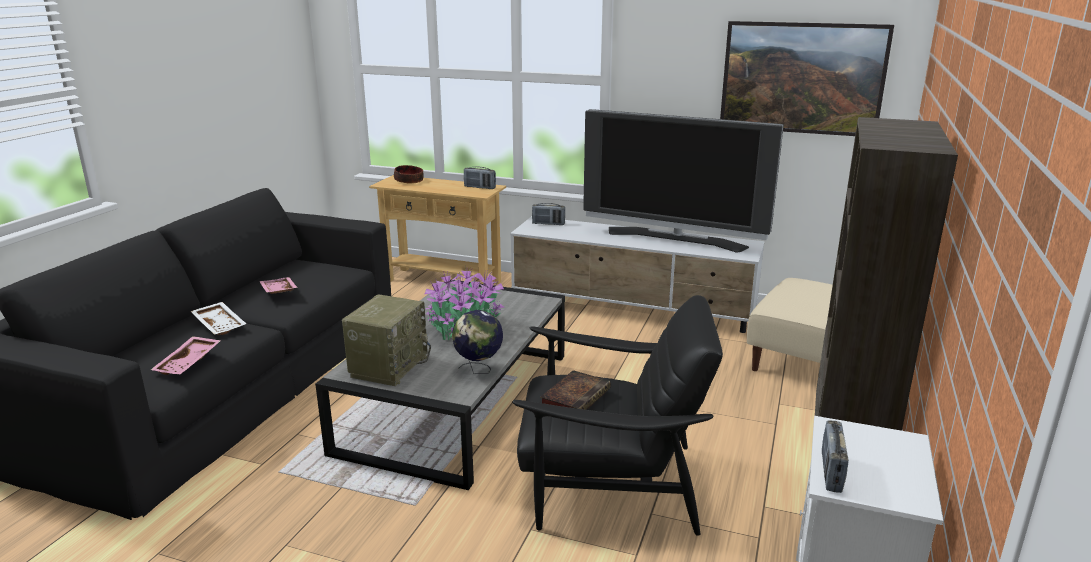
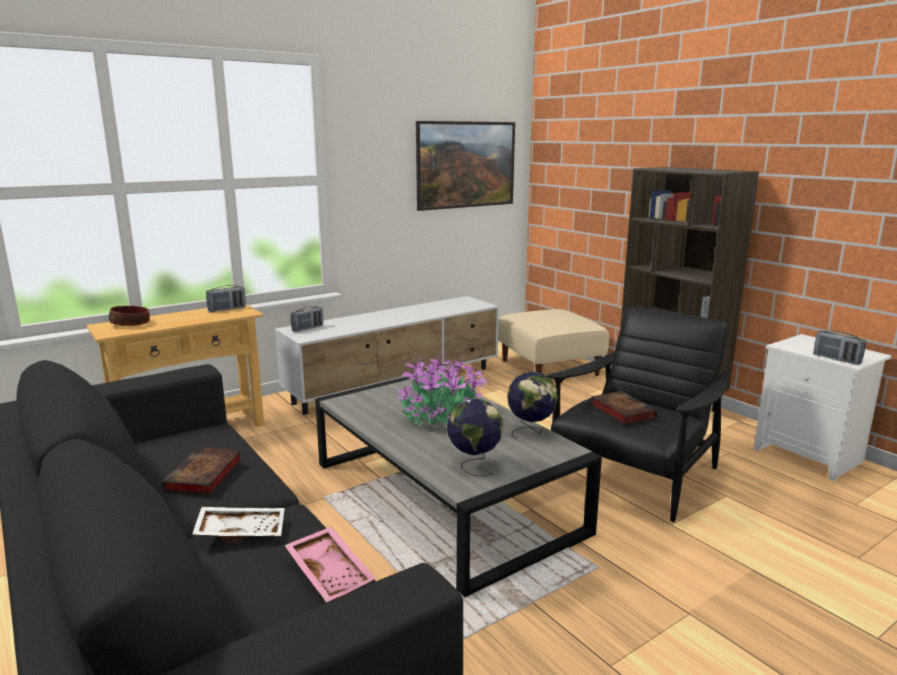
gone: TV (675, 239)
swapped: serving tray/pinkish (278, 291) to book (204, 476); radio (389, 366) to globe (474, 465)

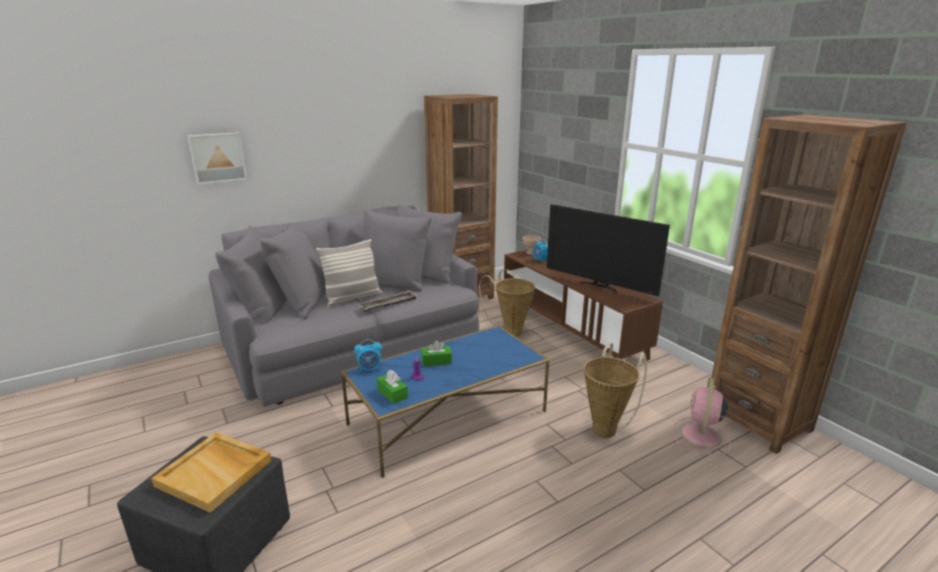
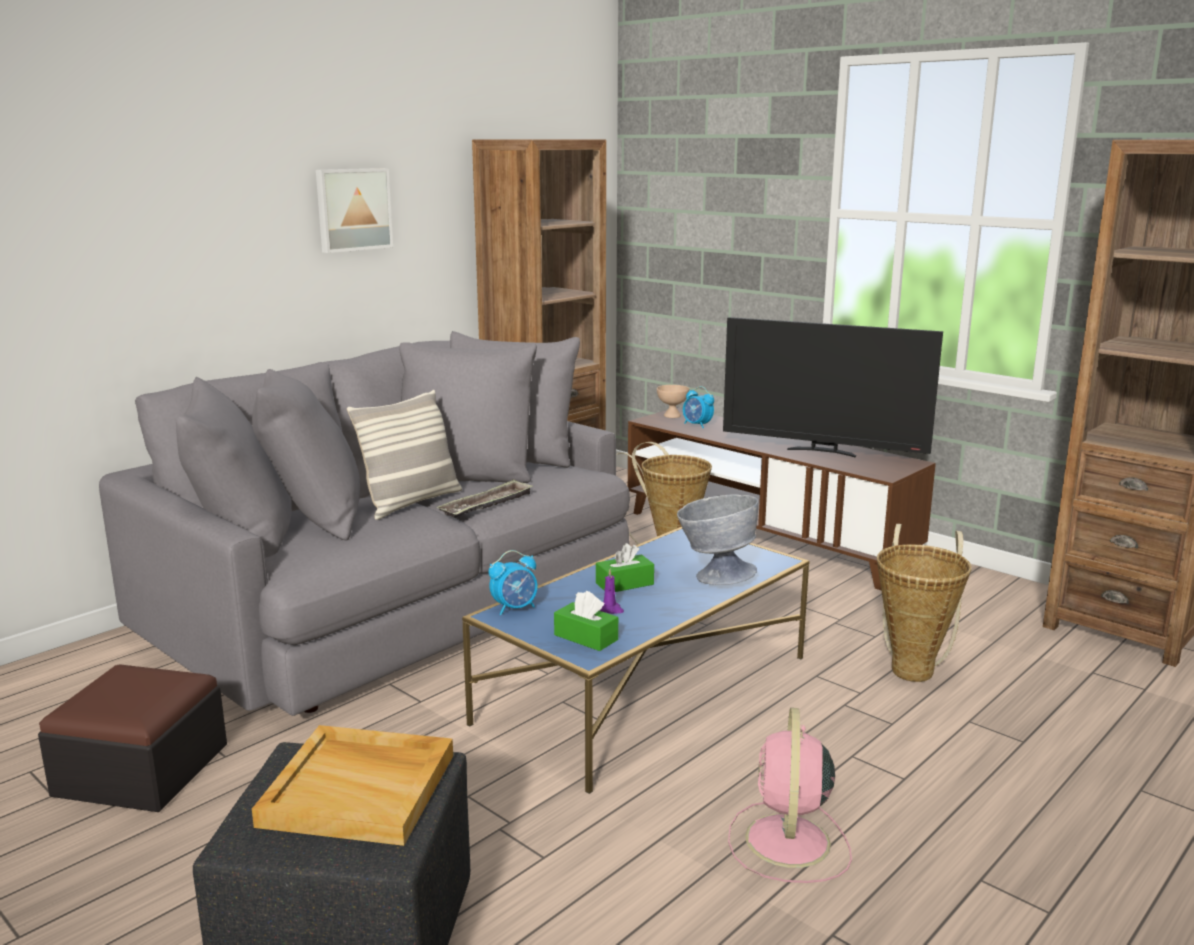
new: pouffe (142, 770); serving bowl/gray (715, 576)
shifted: picture (217, 157) to (352, 209); electric fan/pinkish (700, 436) to (787, 843)

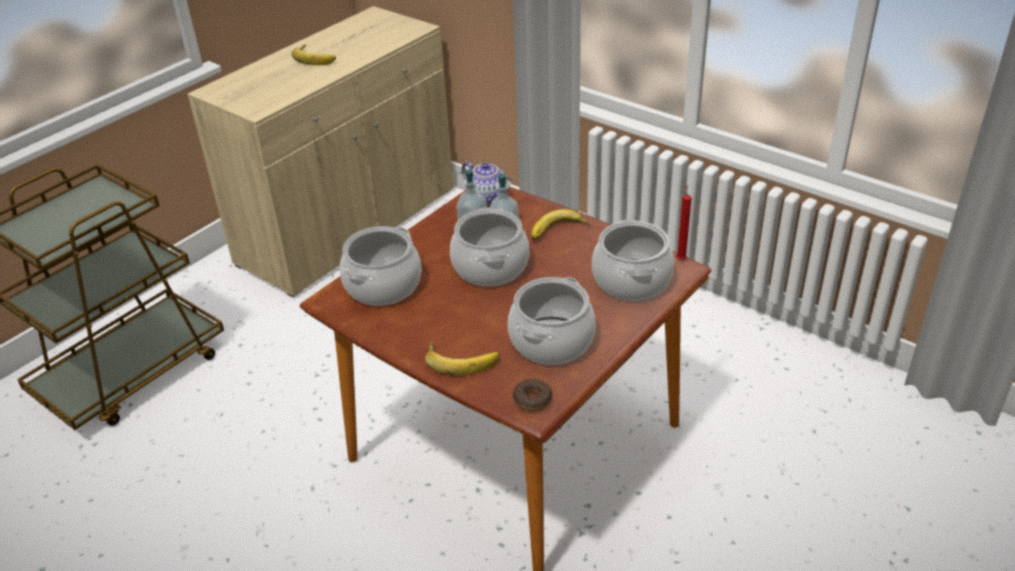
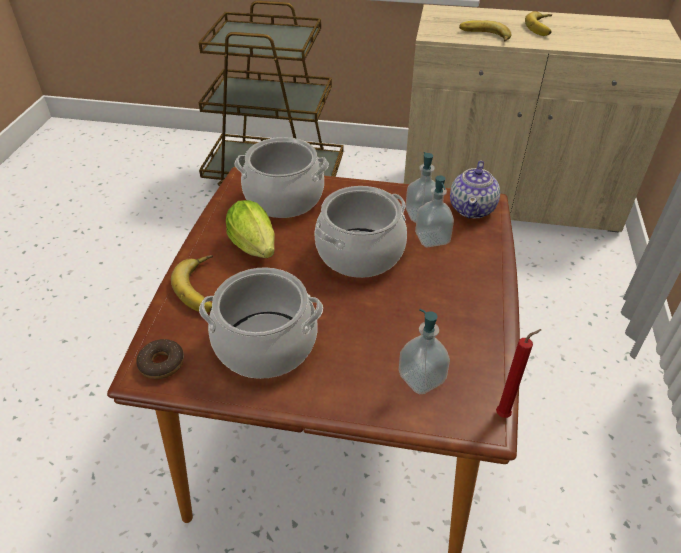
new: lettuce head (256, 249)
shifted: banana (558, 231) to (484, 36)
swapped: cooking pot (632, 280) to soap dispenser (421, 378)

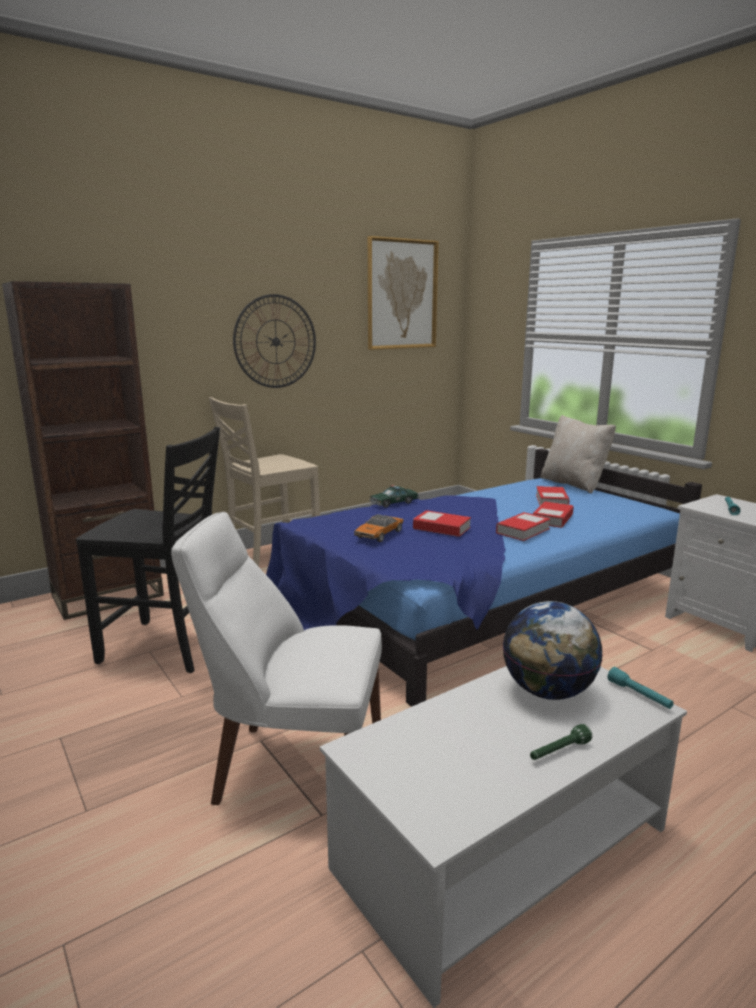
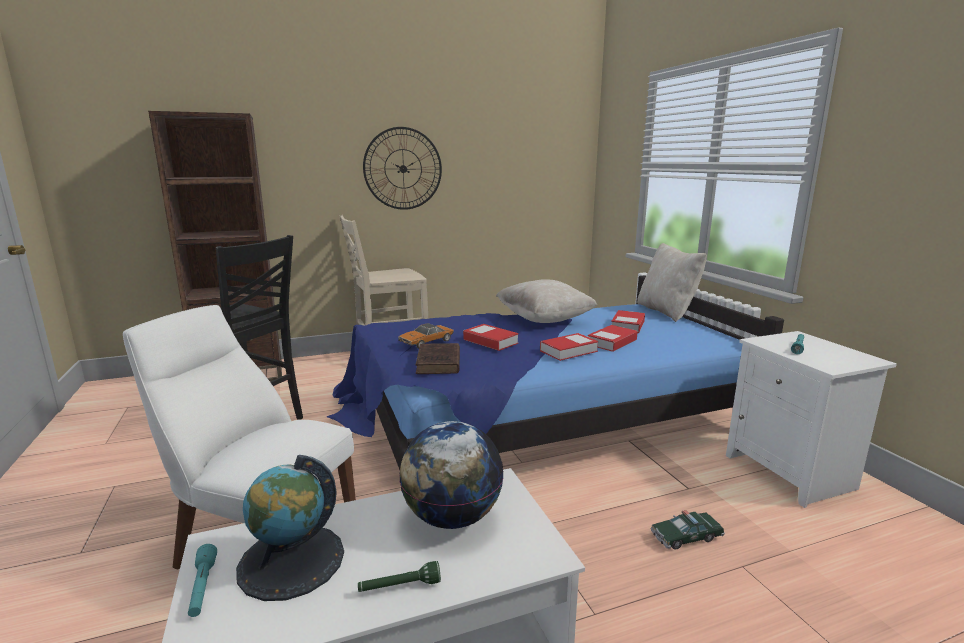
gone: picture (402, 294)
new: globe (291, 561); book/brown (438, 363); pillow/beige-coloured (544, 319)
shifted: toy car (394, 503) to (686, 537); flashlight/turquoise-coloured (639, 695) to (202, 587)

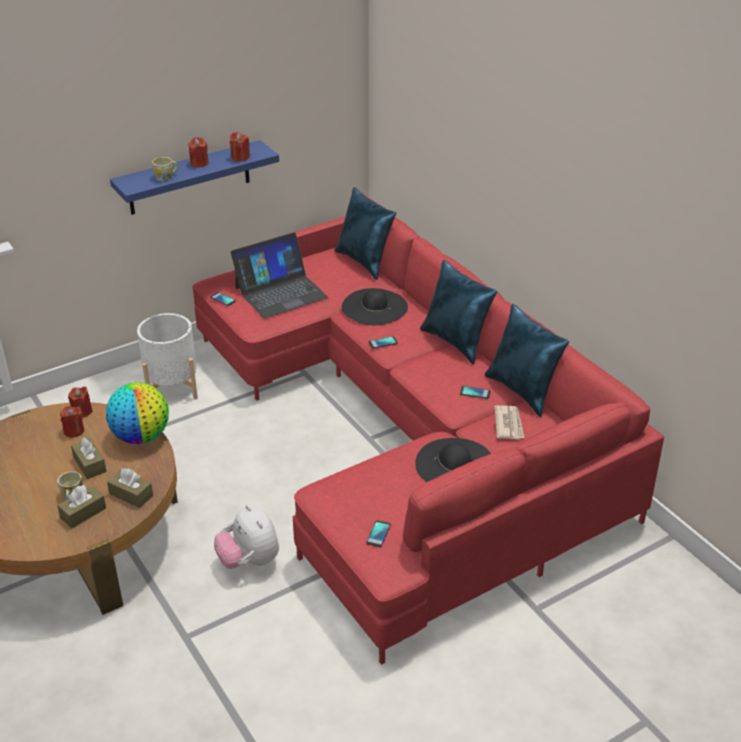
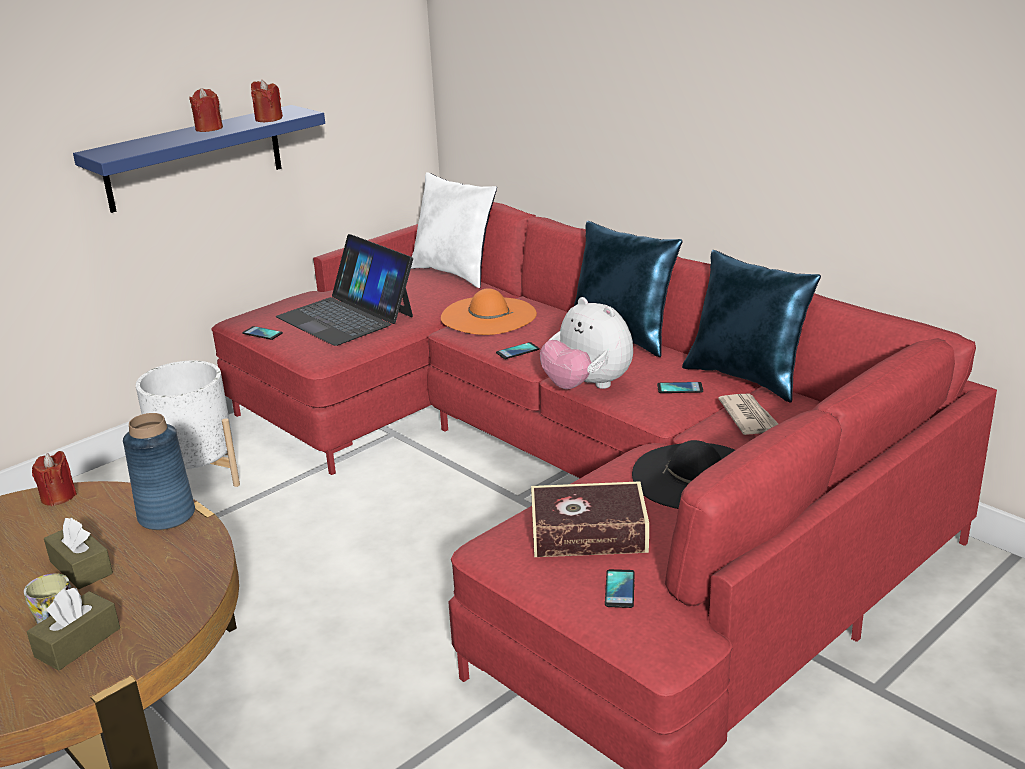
gone: wax candle/reddish (74, 431); box of tissues/brown (131, 495); coffee mug (166, 176)
new: book (588, 533)
shifted: cuddly toy (249, 561) to (587, 386)
swapped: globe (141, 436) to decorative vase/blue-coloured (167, 515)
repainted: pillow/blue-coloured (365, 262) to pillow/white (455, 273); clothing hat/black-coloured (374, 307) to clothing hat/orange-coloured (488, 316)
rotated: notebook computer (280, 292) = (346, 316) 90 degrees clockwise

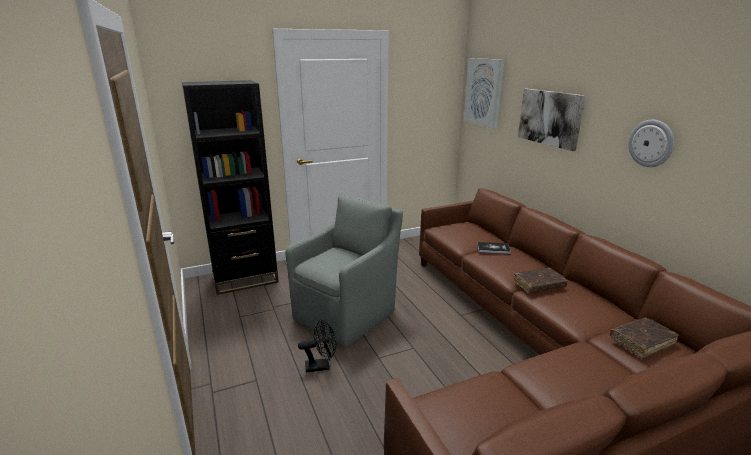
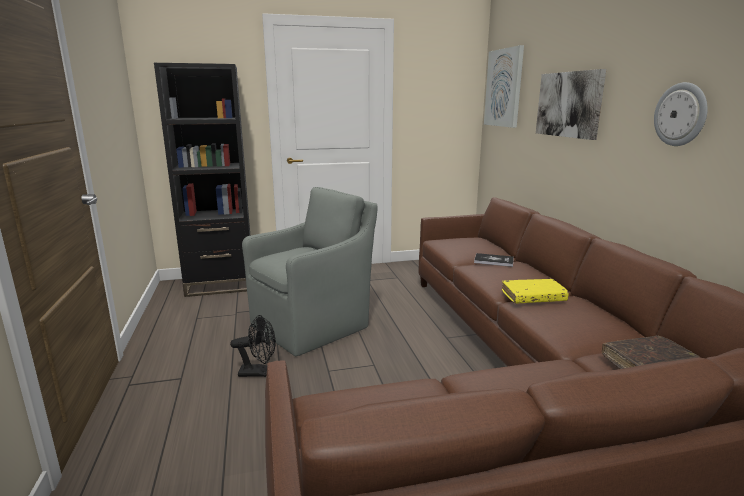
repainted: book/brown (539, 285) to book/yellowish (533, 297)

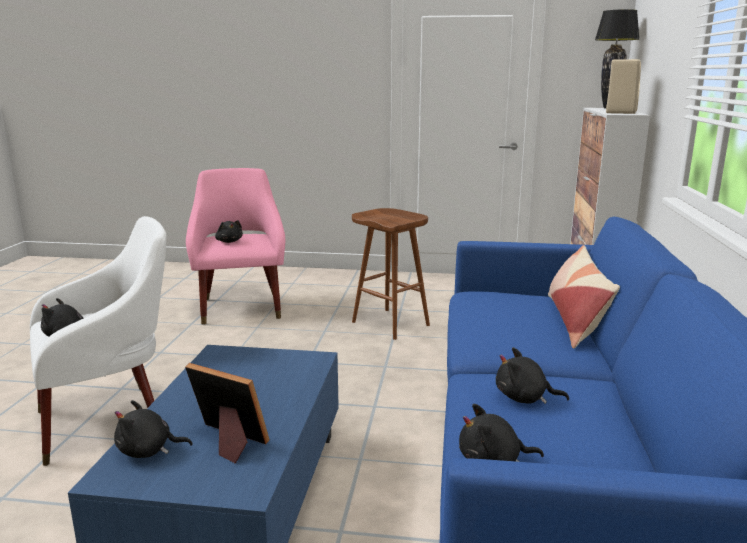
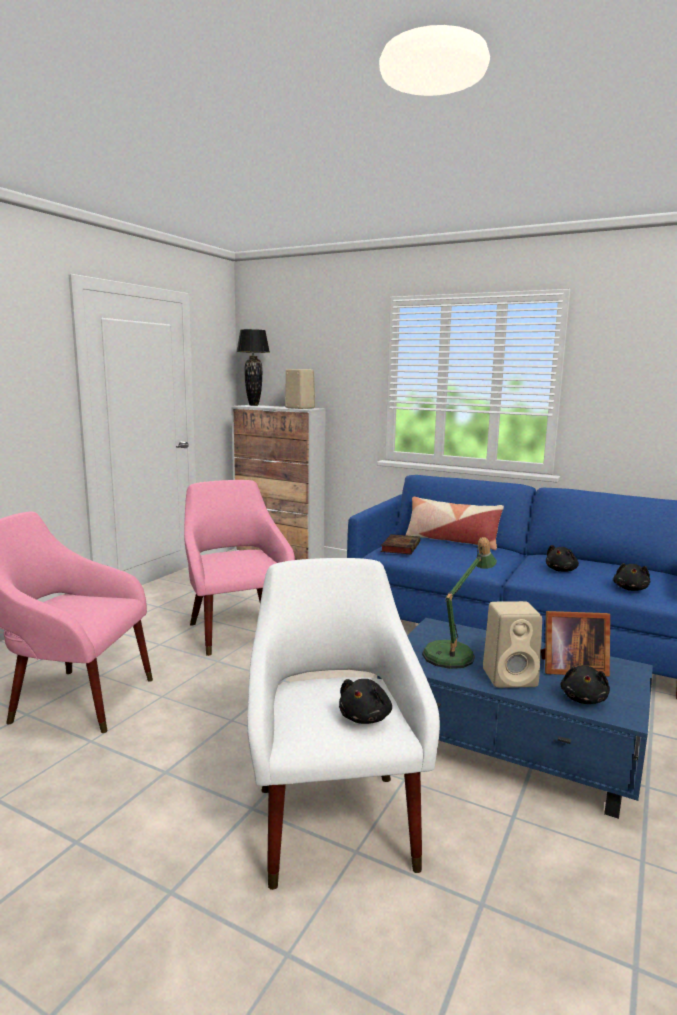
gone: cuddly toy/black-coloured (229, 241)
new: book (400, 547); lamp for a table (454, 653); loudspeaker/beige-coloured (511, 677)
swapped: stool/brown (391, 323) to lounge chair/pinkish (237, 629)
rotated: standing frame (228, 442) = (569, 668) 135 degrees counterclockwise

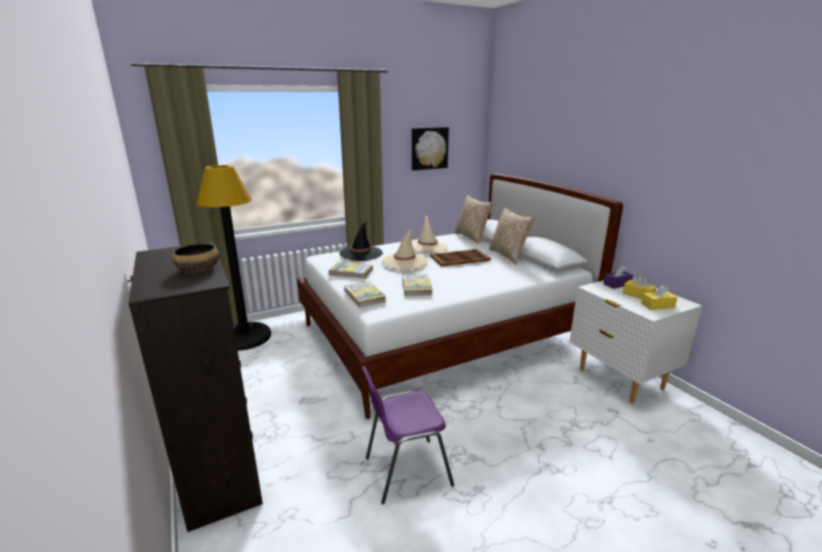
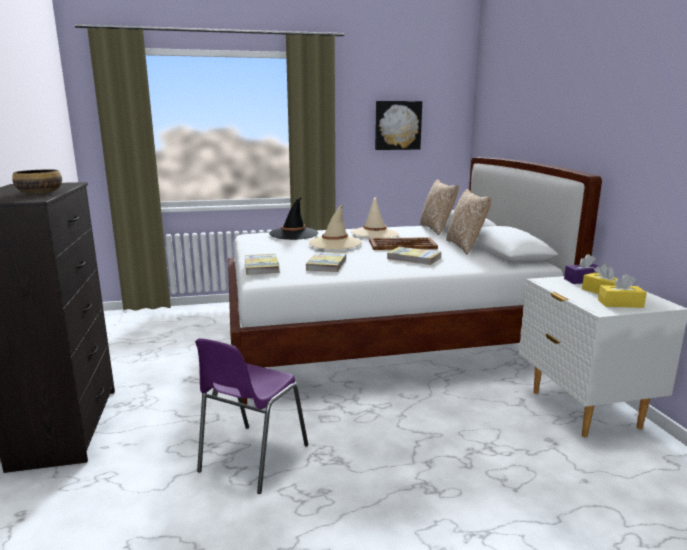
gone: standing lamp/black-coloured (245, 337)
shifted: book (351, 272) to (414, 258)
rotated: plain chair/purple-coloured (405, 471) = (251, 459) 60 degrees counterclockwise

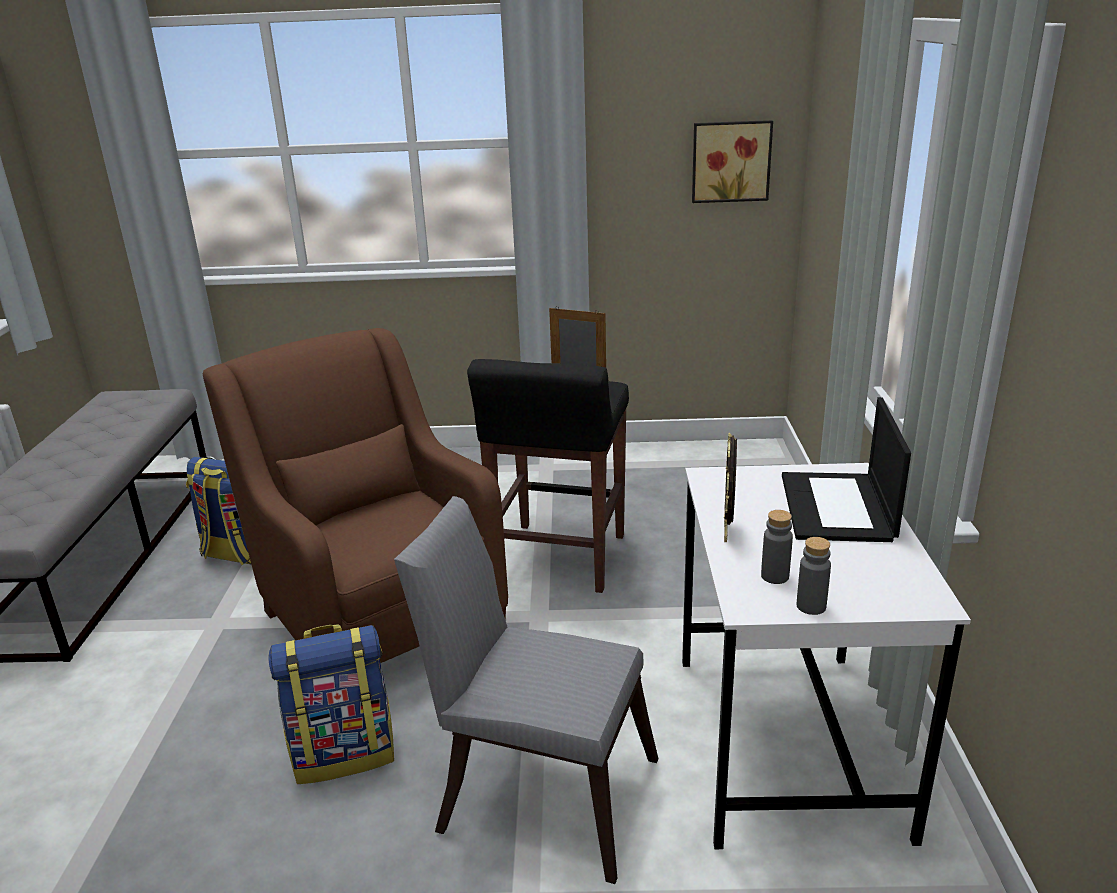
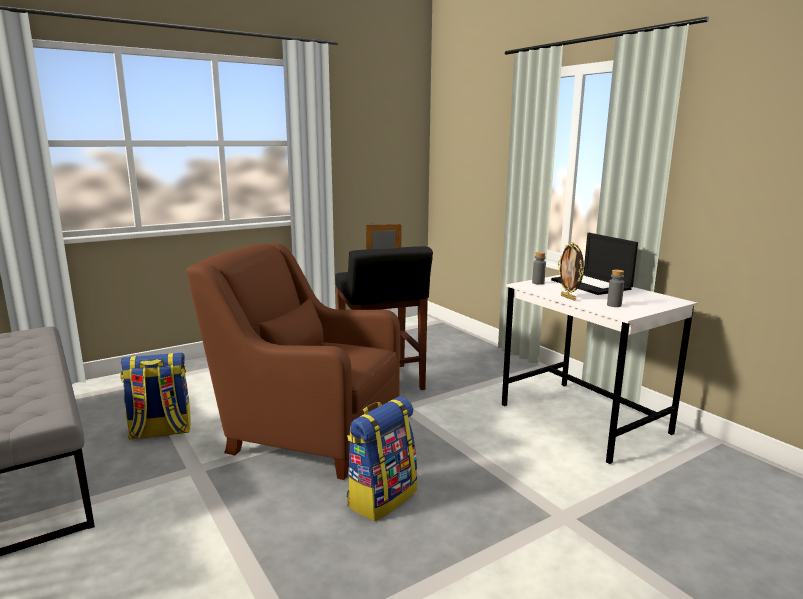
gone: plain chair/gray (537, 788); picture (730, 161)
shifted: drink bottle/gray (811, 606) to (538, 283)

